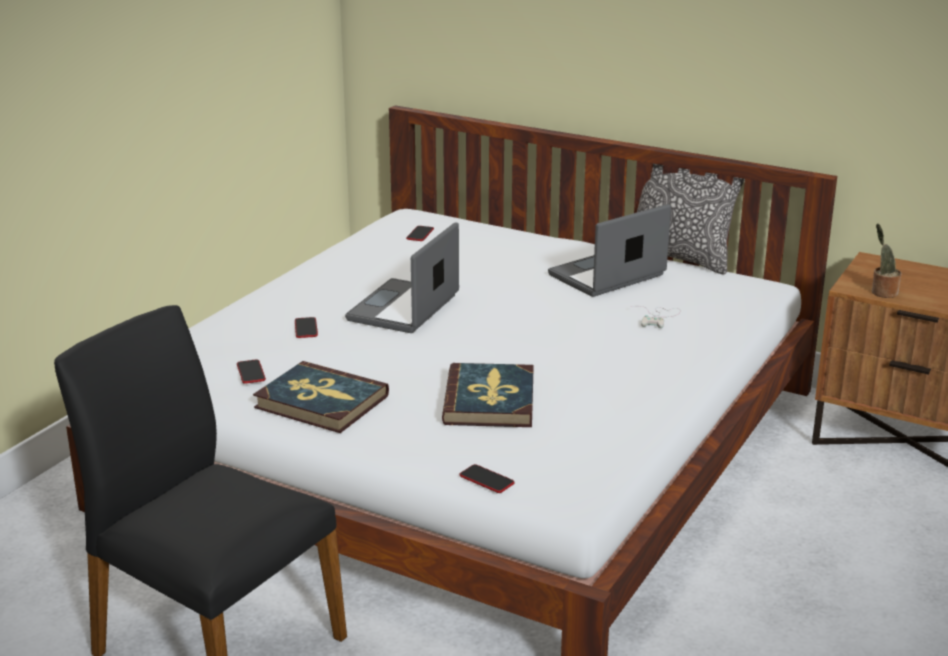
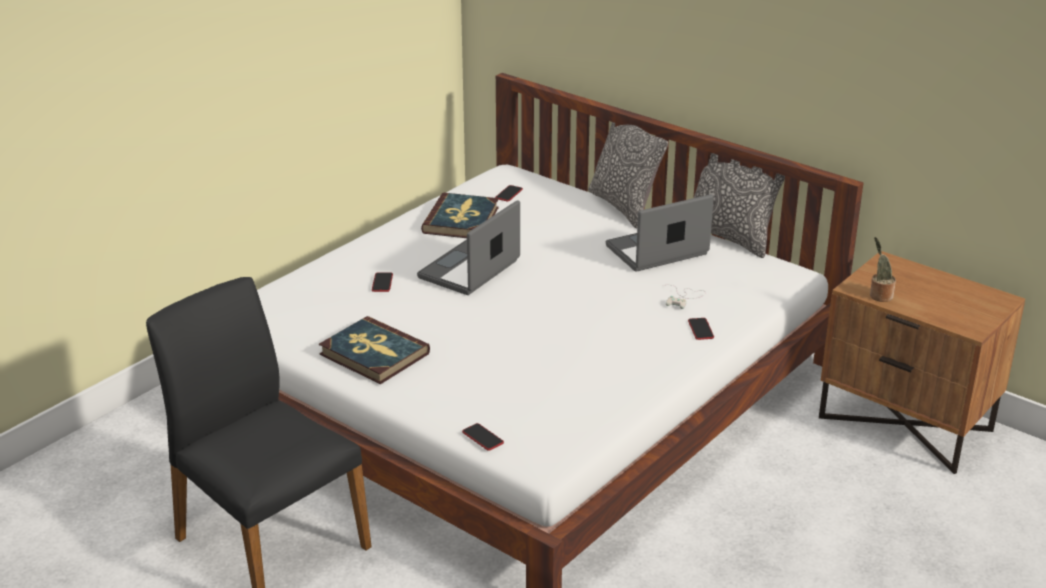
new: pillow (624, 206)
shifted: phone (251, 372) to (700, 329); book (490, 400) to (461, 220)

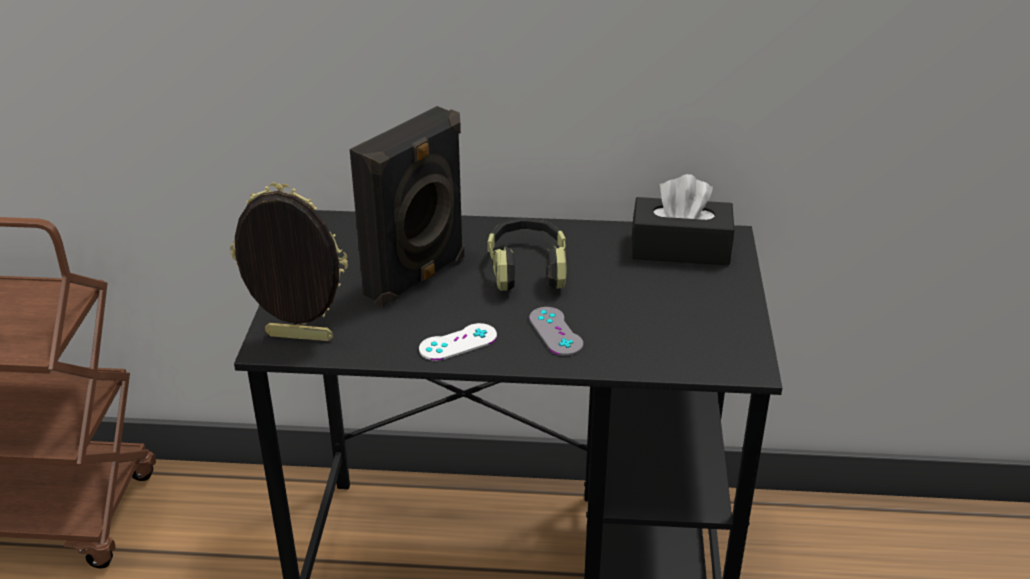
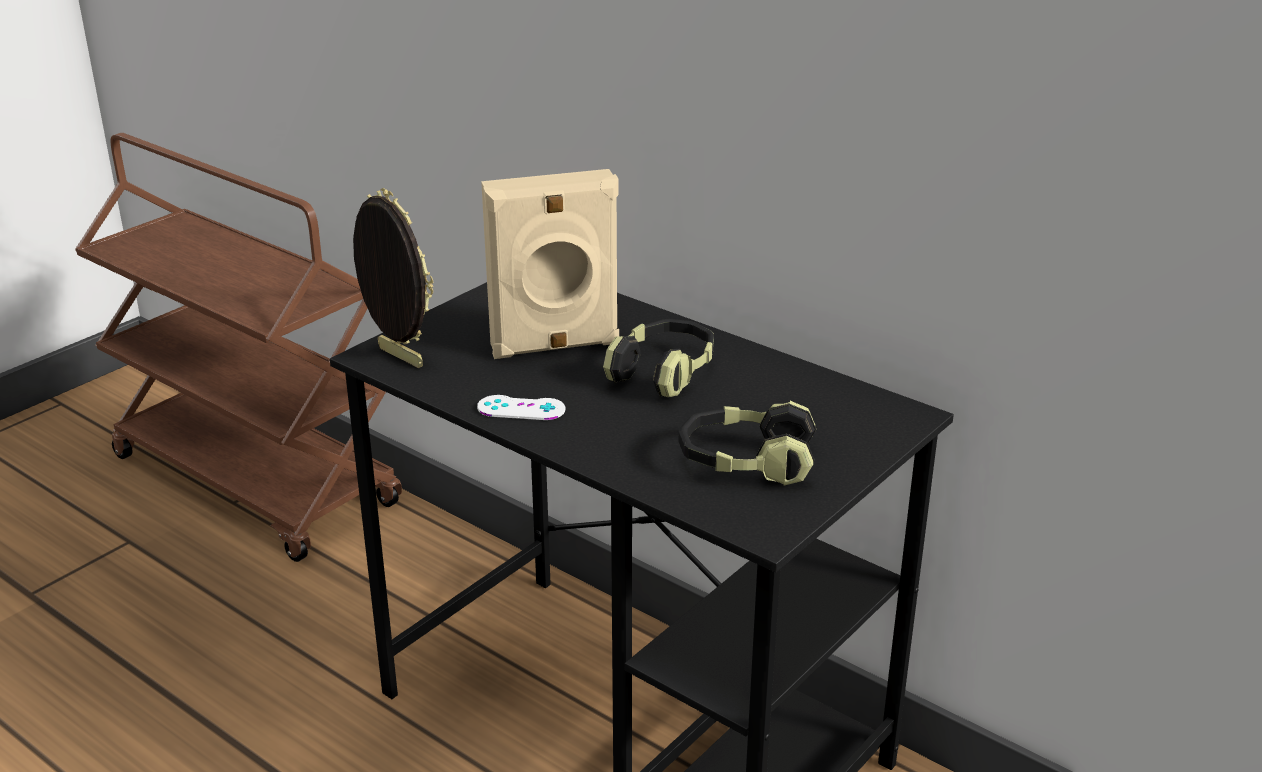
gone: joypad/gray (555, 331); box of tissues/black-coloured (680, 248)
new: headset (745, 463)
repainted: loudspeaker/black-coloured (418, 278) to loudspeaker/beige-coloured (555, 346)

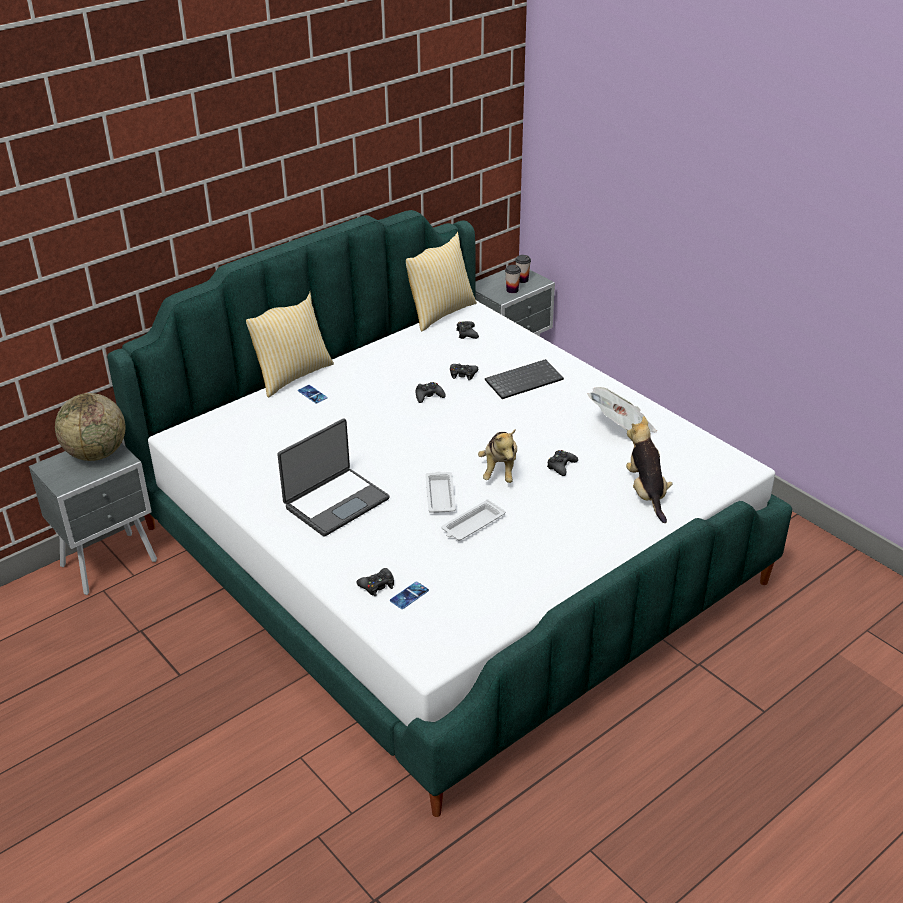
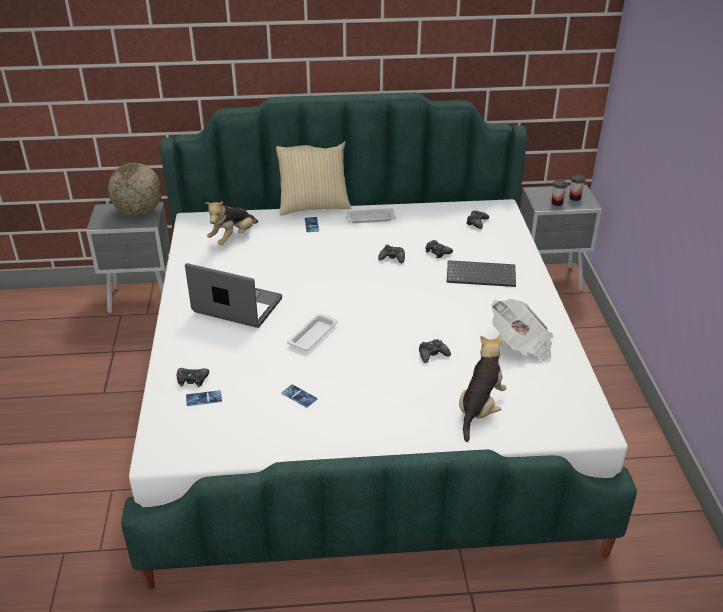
gone: pillow (439, 312)
new: phone (299, 396)
shifted: serving tray/white (472, 525) to (369, 218); cuddly toy (499, 470) to (233, 238)
rotated: notebook computer (335, 502) = (236, 307) 150 degrees counterclockwise

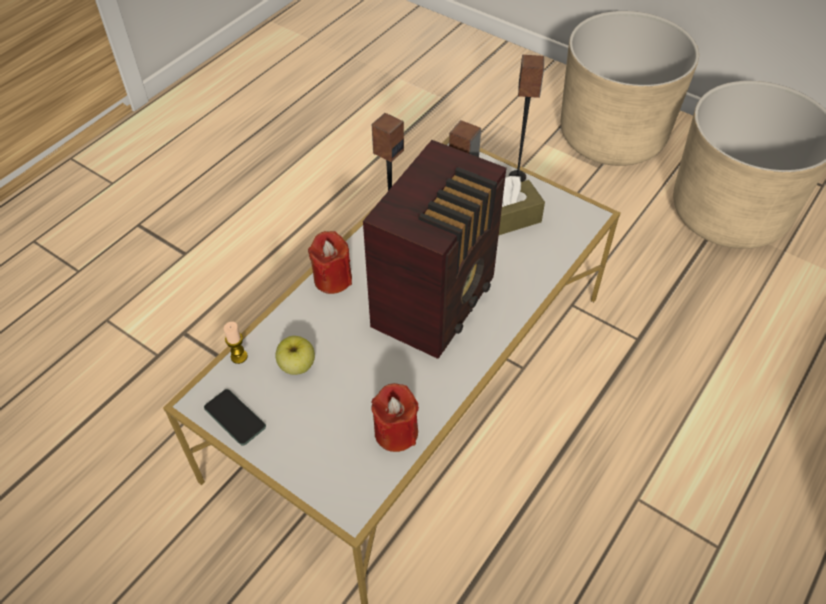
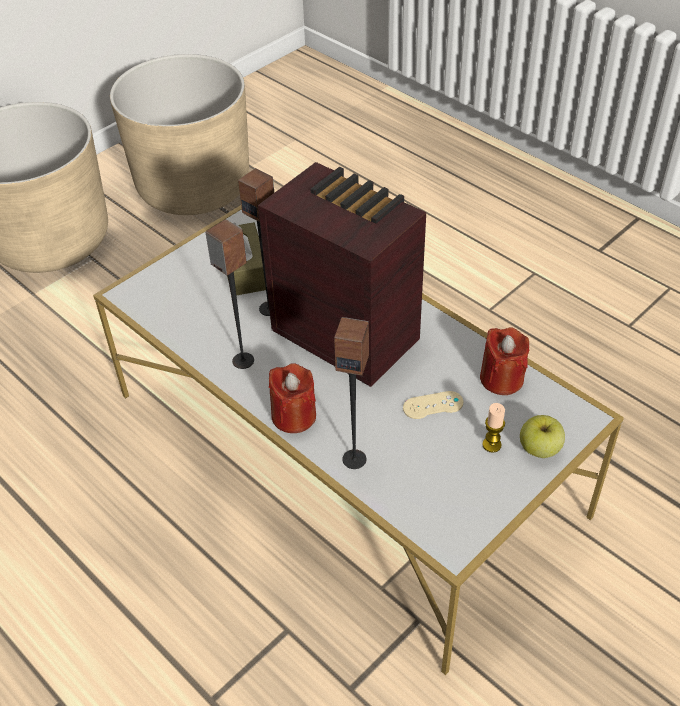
gone: phone (235, 417)
new: joypad/beige-coloured (433, 405)
shifted: wax candle (239, 356) to (491, 445); apple (297, 365) to (539, 449); loudspeaker (517, 176) to (354, 459)

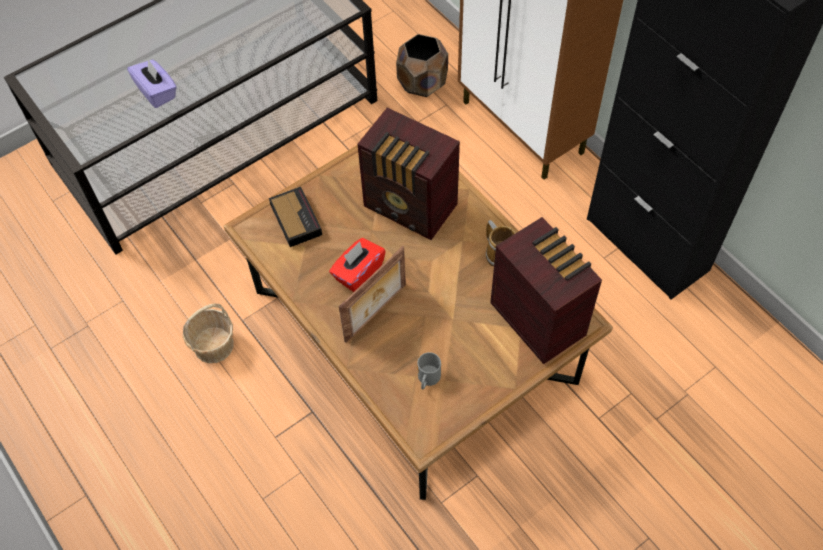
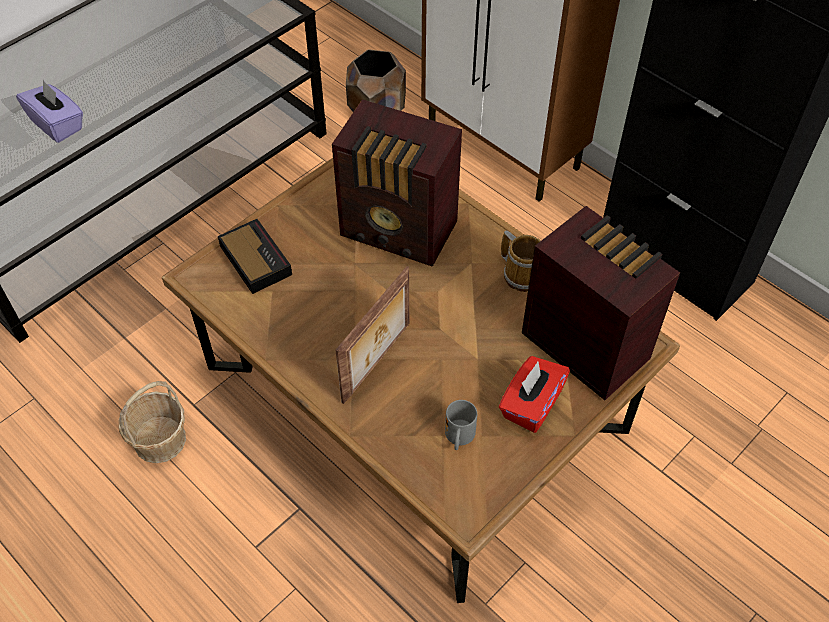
shifted: box of tissues/reddish (358, 273) to (531, 405)

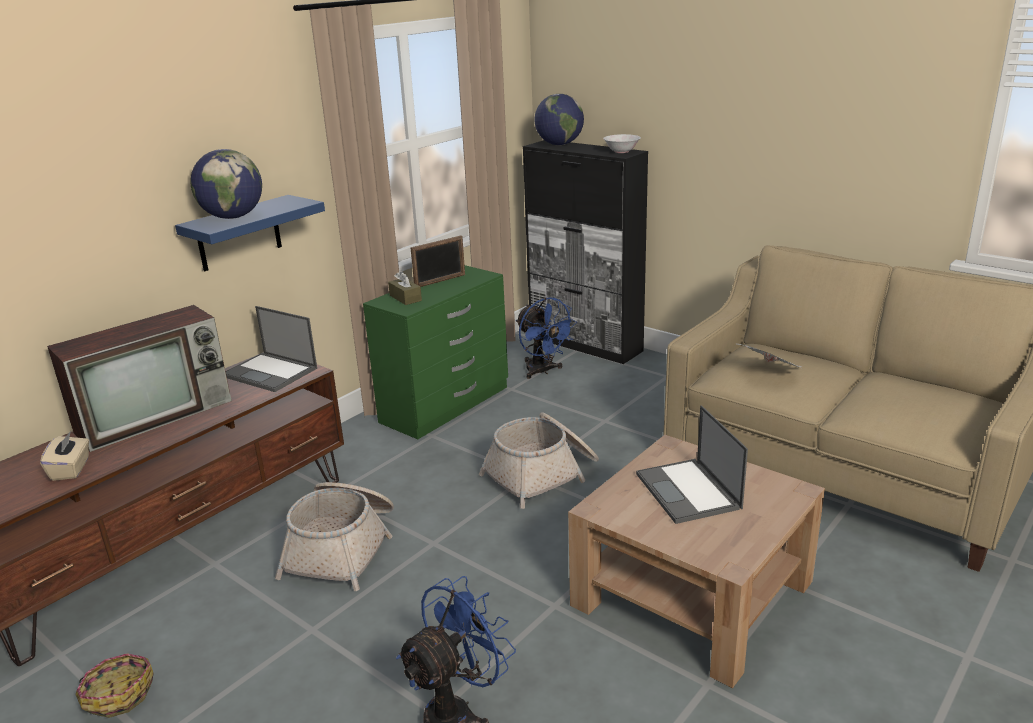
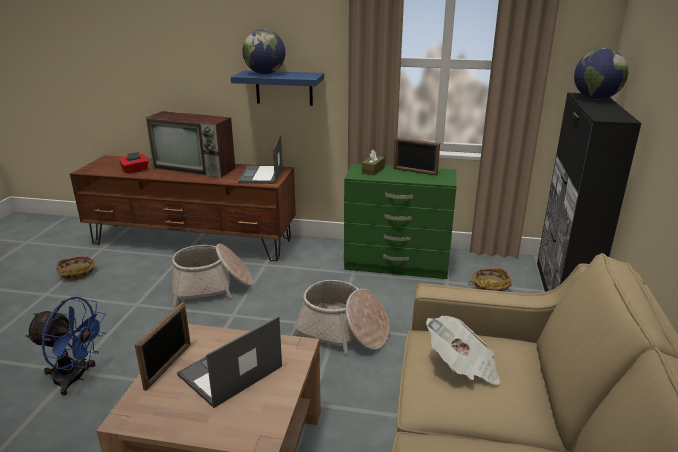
gone: serving bowl/white (621, 151)
new: standing frame (168, 366)
swapped: electric fan/blue-coloured (543, 371) to household basket (489, 286)
repainted: box of tissues/beige-coloured (71, 469) to box of tissues/reddish (135, 170)

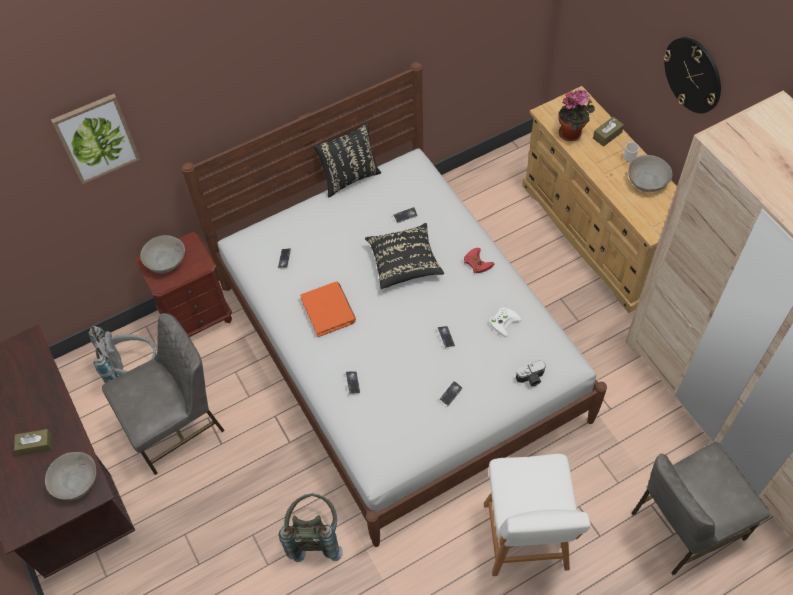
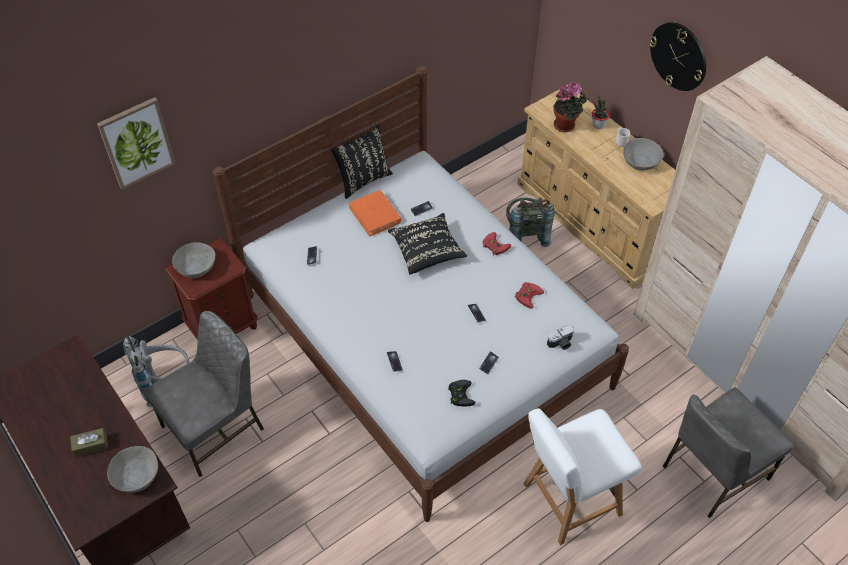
new: joypad/black-coloured (460, 394)
shifted: knapsack/gray (314, 536) to (525, 233); book/orange-coloured (328, 310) to (375, 214)
swapped: box of tissues/brown (607, 135) to plant in a pot (598, 125)
repainted: joypad/white (503, 321) to joypad/reddish (527, 295)
rotated: plain chair/white (526, 540) = (568, 500) 75 degrees clockwise

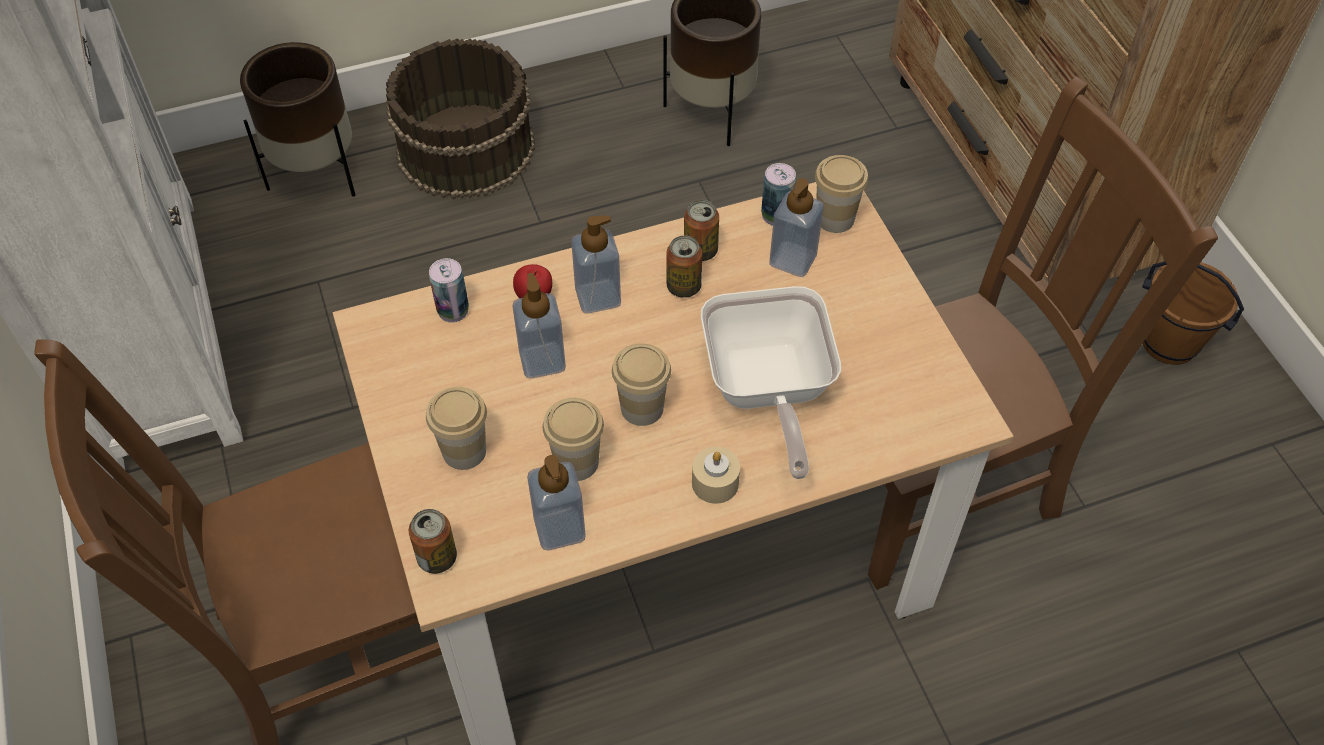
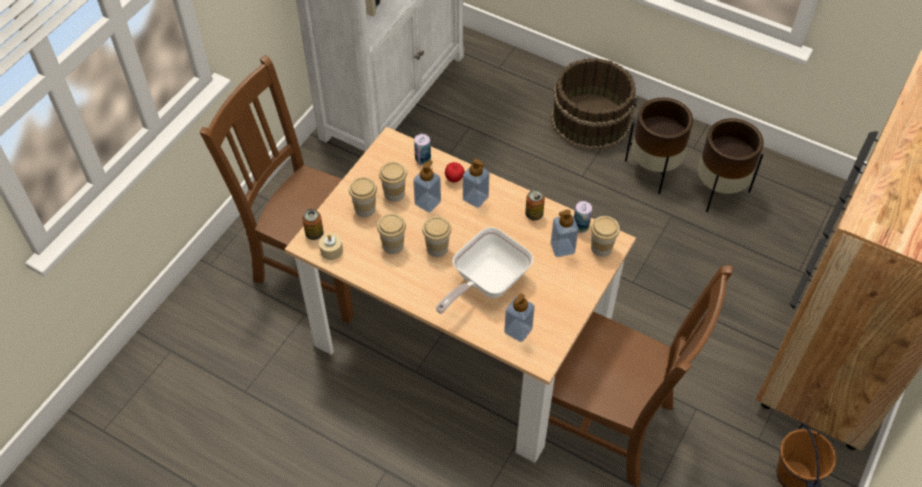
gone: sealed can (683, 286)
new: cup (394, 193)
shifted: flower pot/brown (316, 174) to (653, 170); soap dispenser (559, 528) to (518, 330); wax candle/beige-coloured (715, 483) to (331, 250)

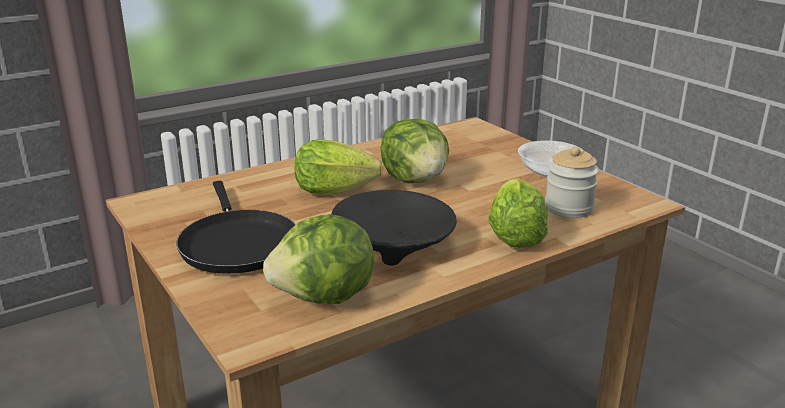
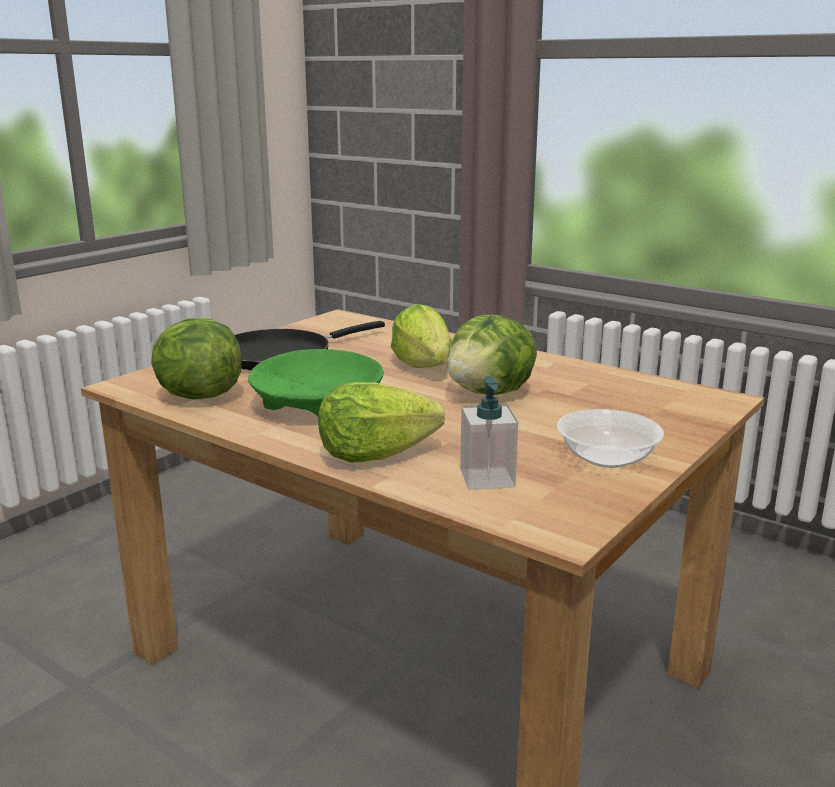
swapped: jar (568, 208) to soap dispenser (487, 478)
repainted: serving bowl/black-coloured (394, 243) to serving bowl/green-coloured (319, 404)

